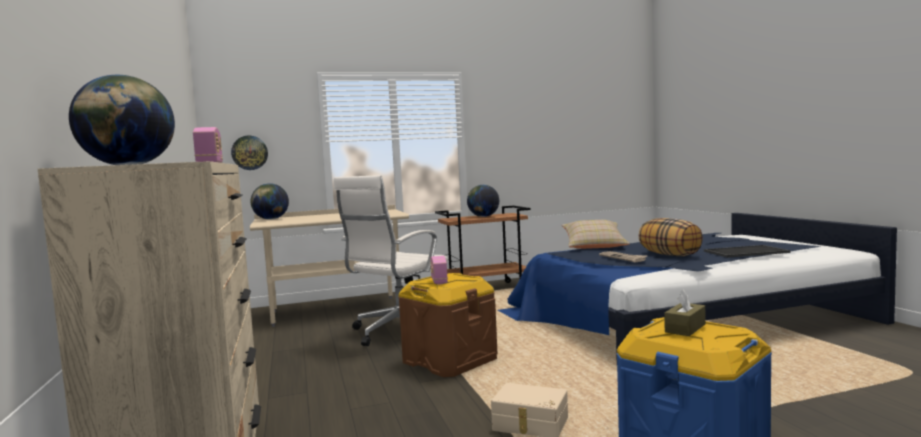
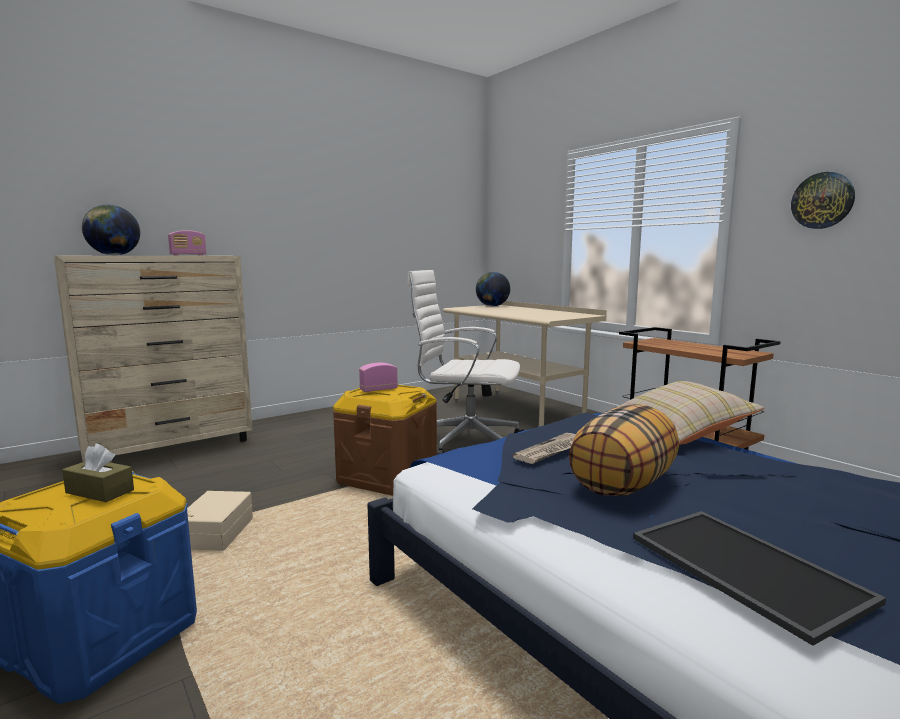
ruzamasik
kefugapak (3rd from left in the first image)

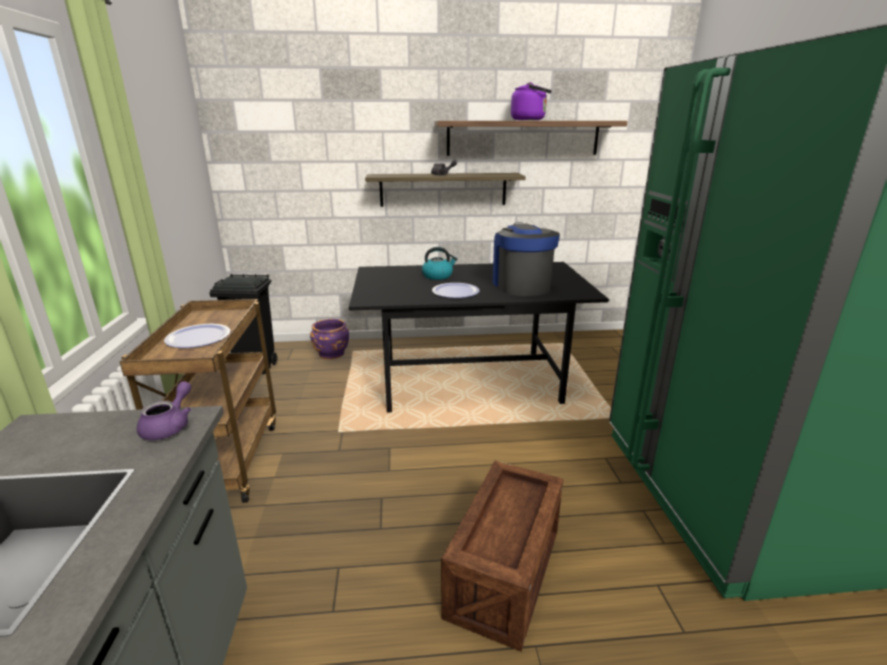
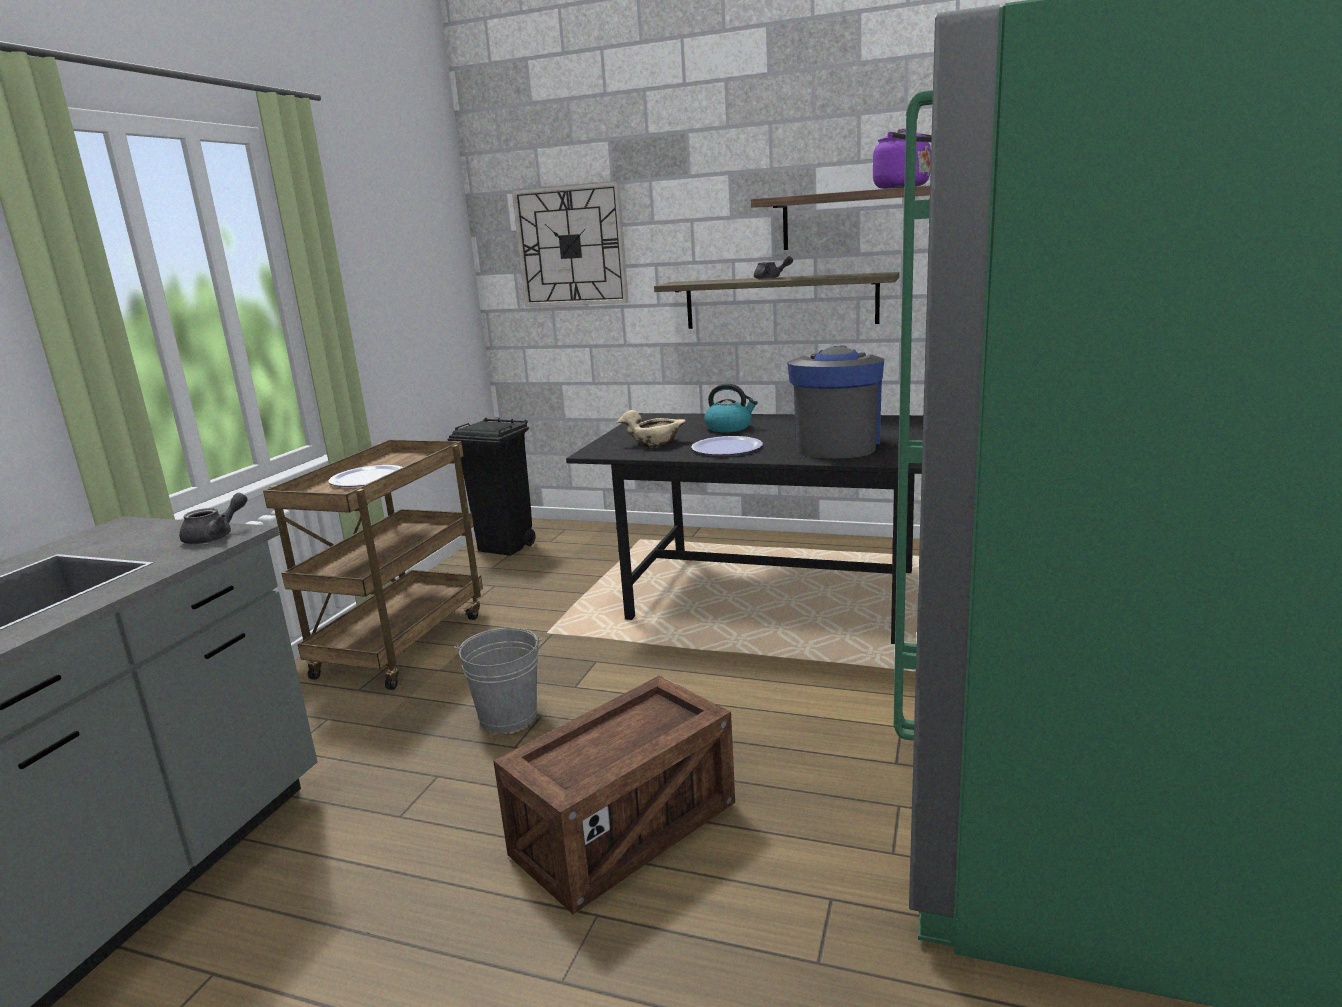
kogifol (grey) (1st from left)
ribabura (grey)
ruzamasik
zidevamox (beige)
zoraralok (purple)

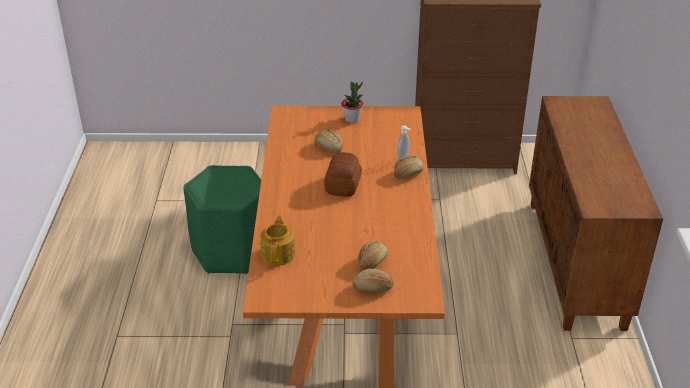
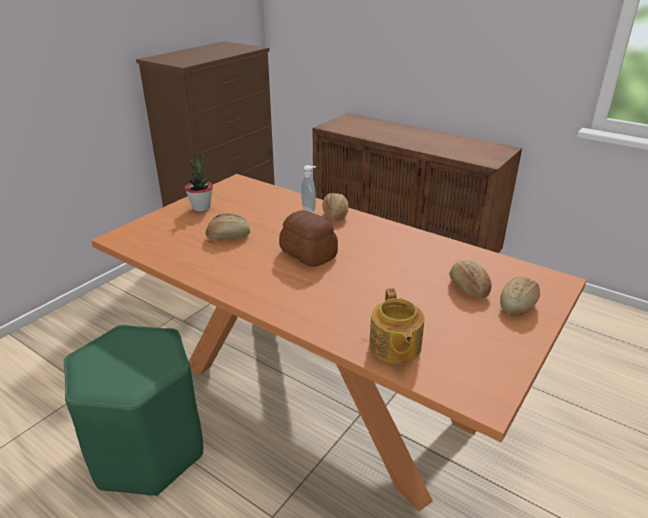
kogifol

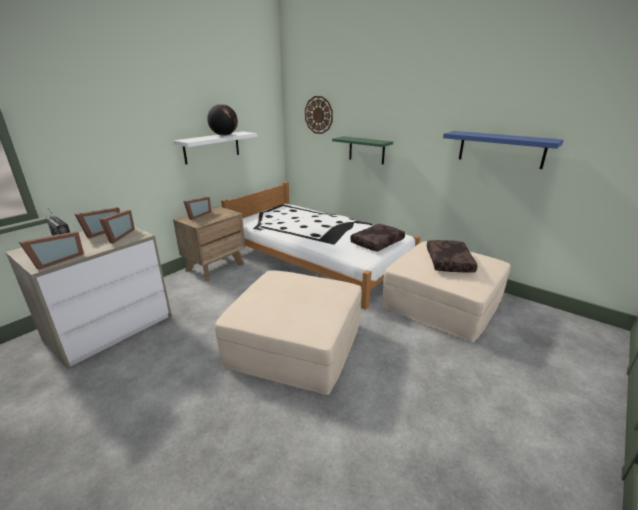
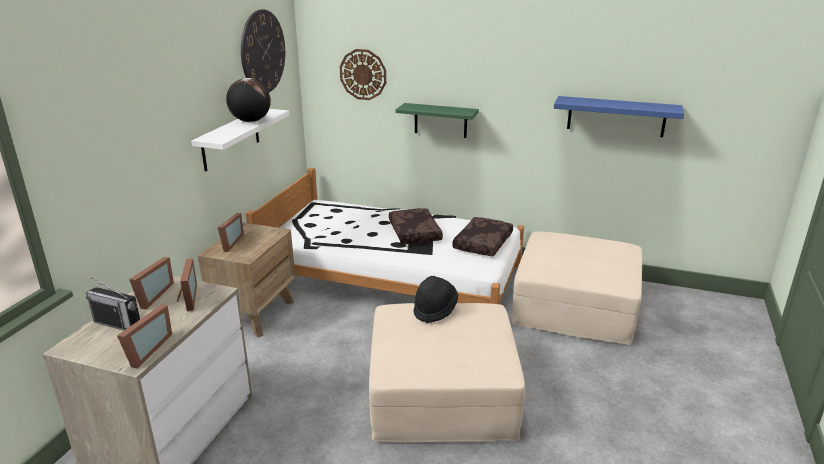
ruzamasik (1st from left)
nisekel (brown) (1st from left)
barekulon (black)

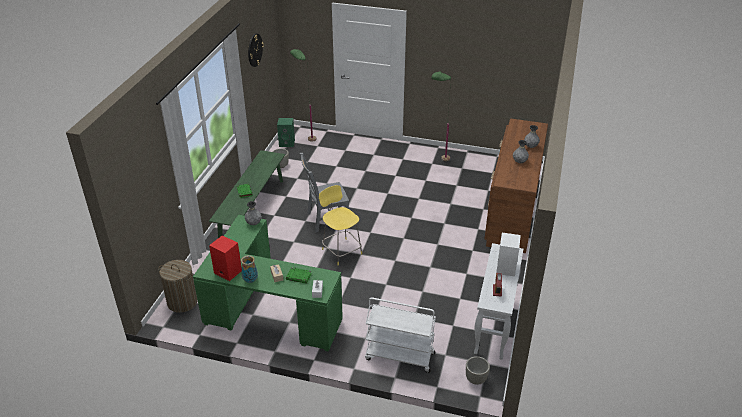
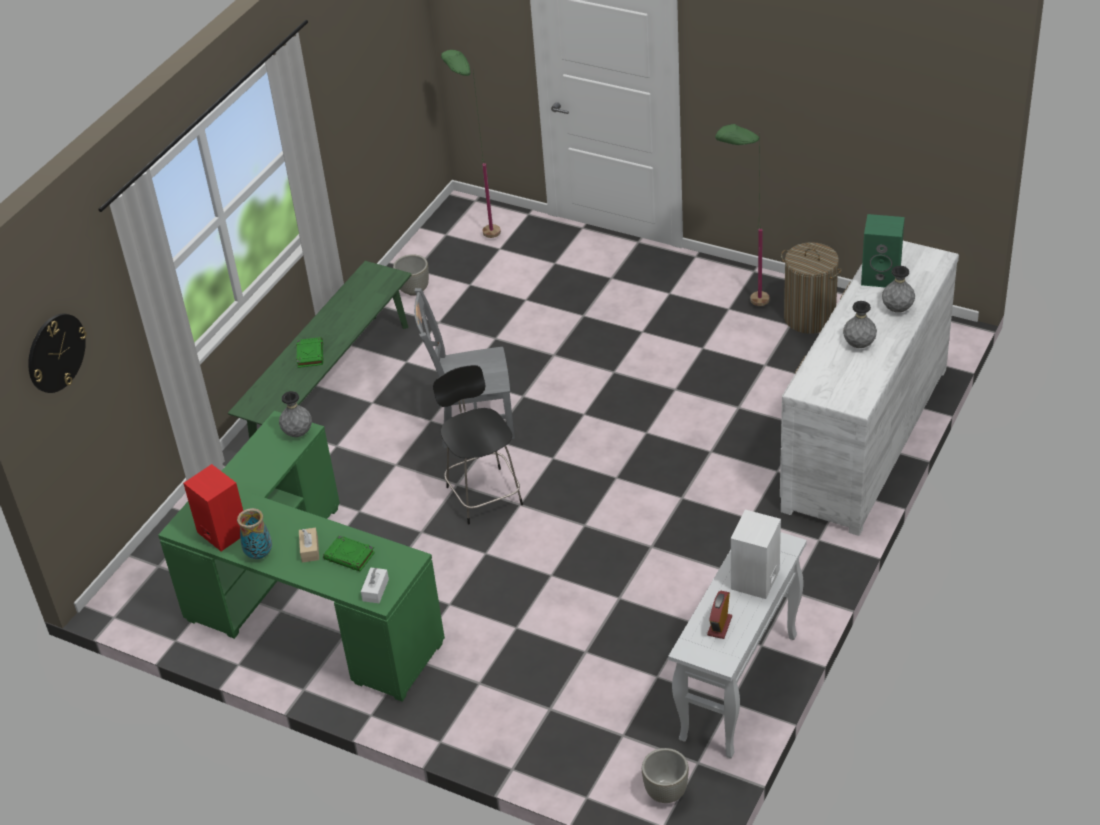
ruzamasik
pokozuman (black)
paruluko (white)
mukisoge
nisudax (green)
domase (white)

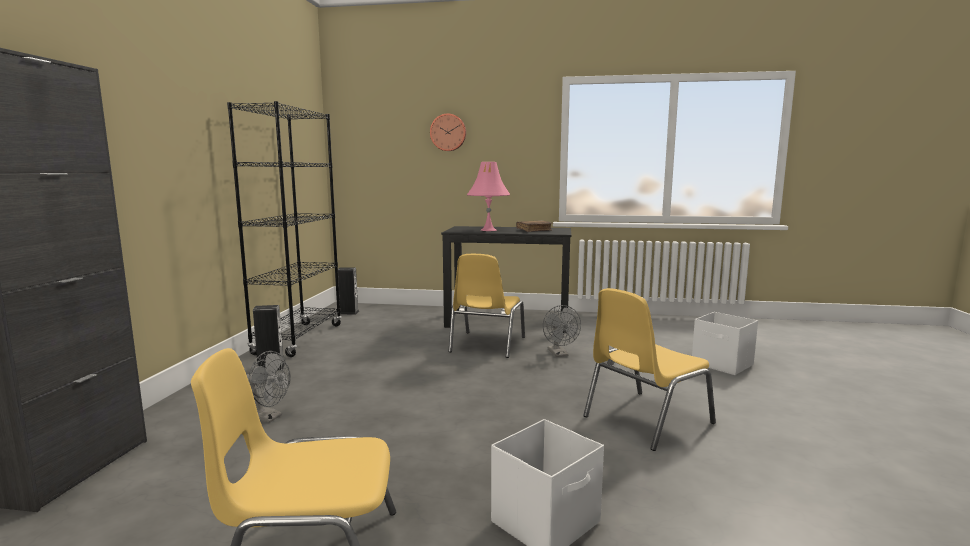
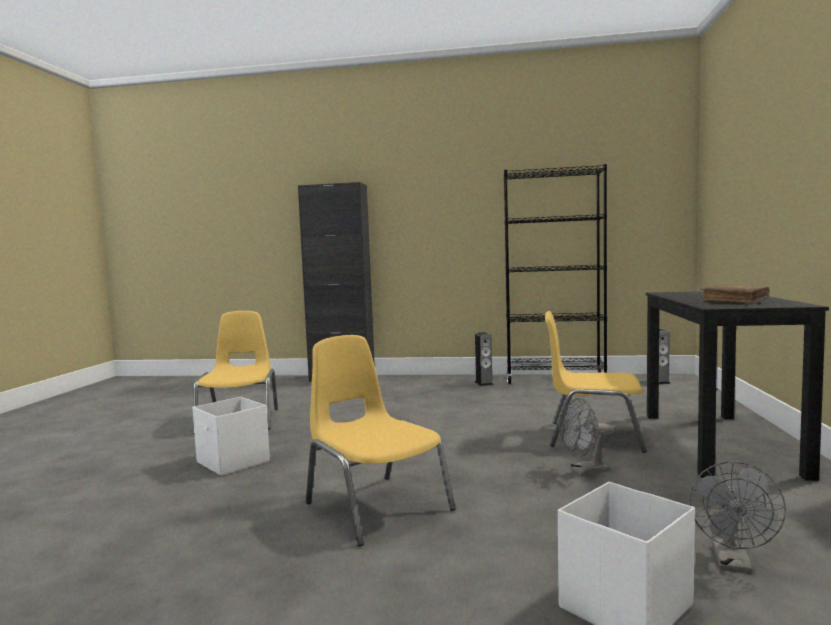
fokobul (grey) (2nd from left)
ruzamasik
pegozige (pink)

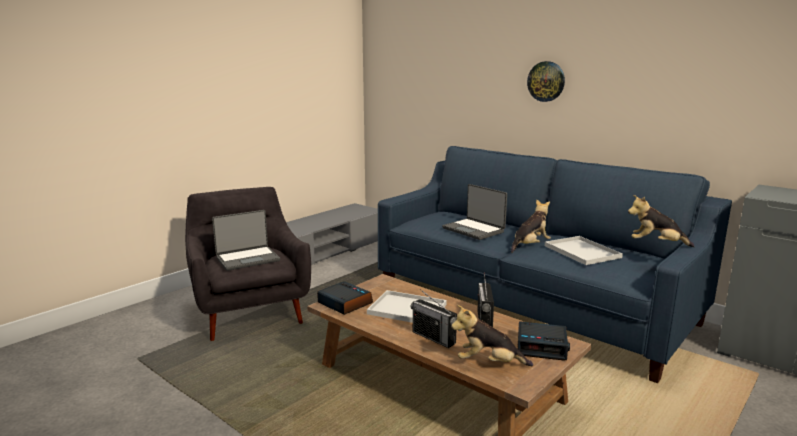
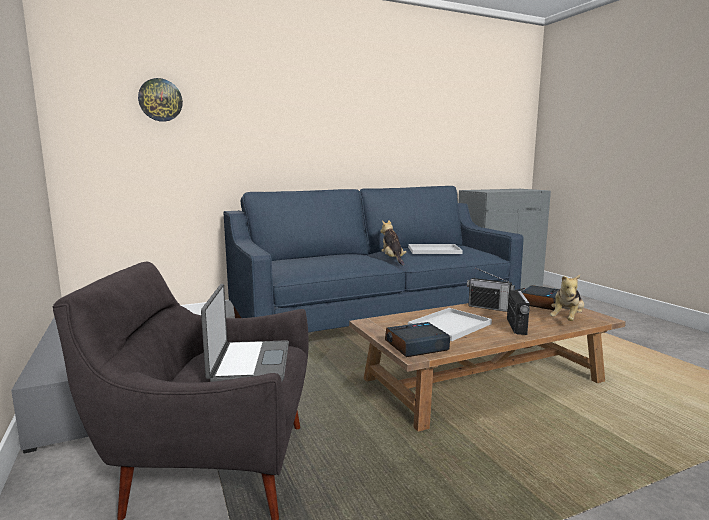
ruzamasik
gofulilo (2nd from left)
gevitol (2nd from left in the first image)
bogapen (3rd from left in the first image)

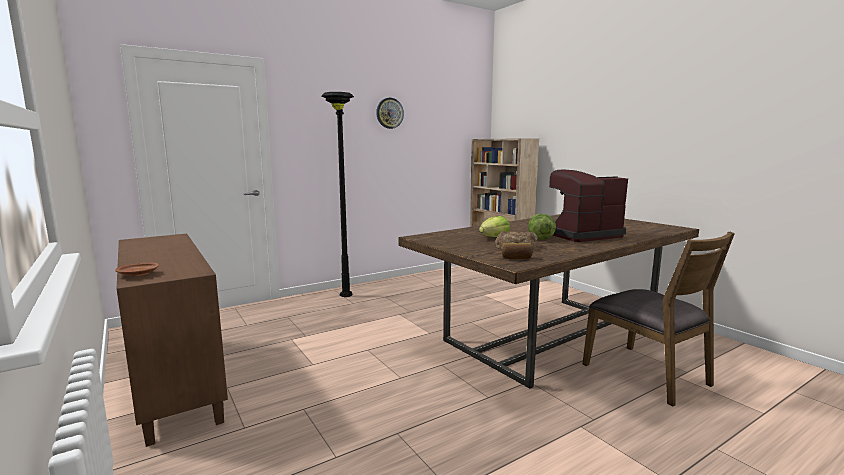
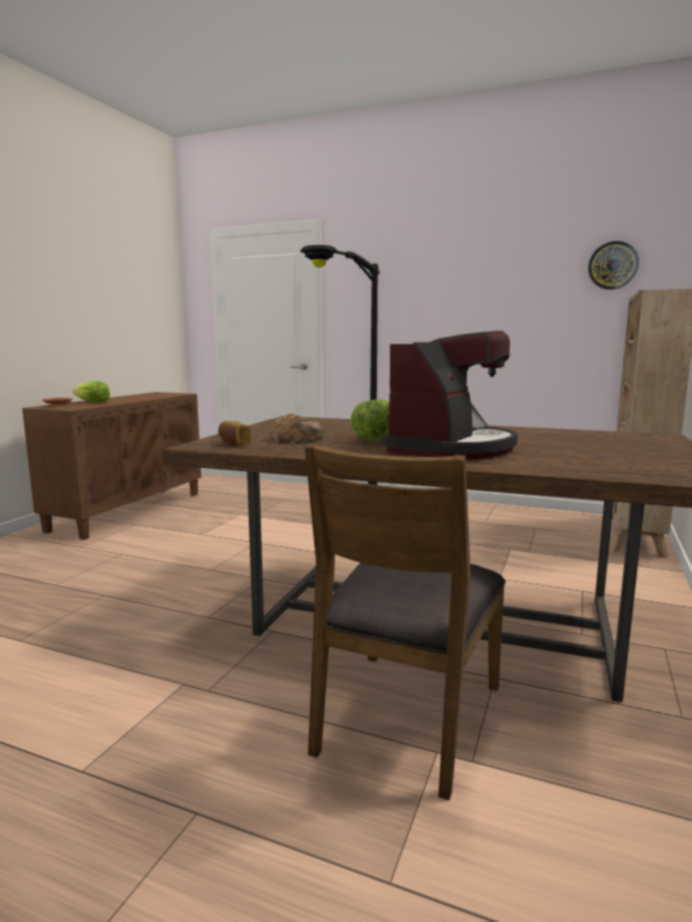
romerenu (1st from left)
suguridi
ruzamasik

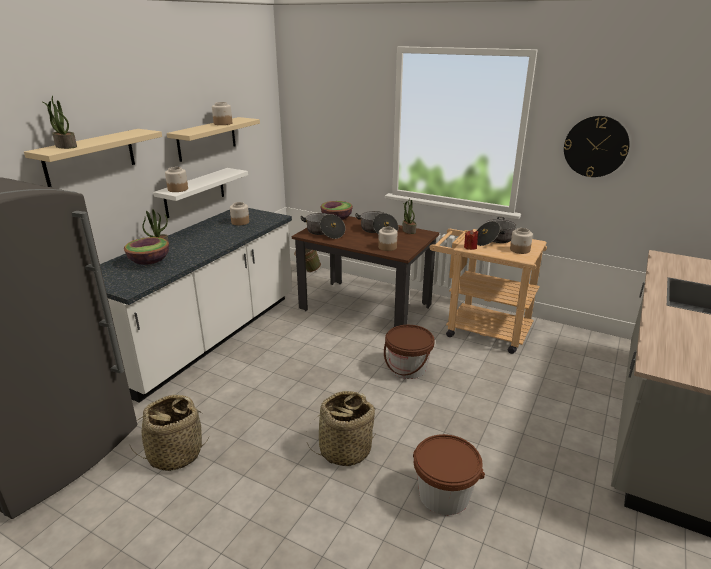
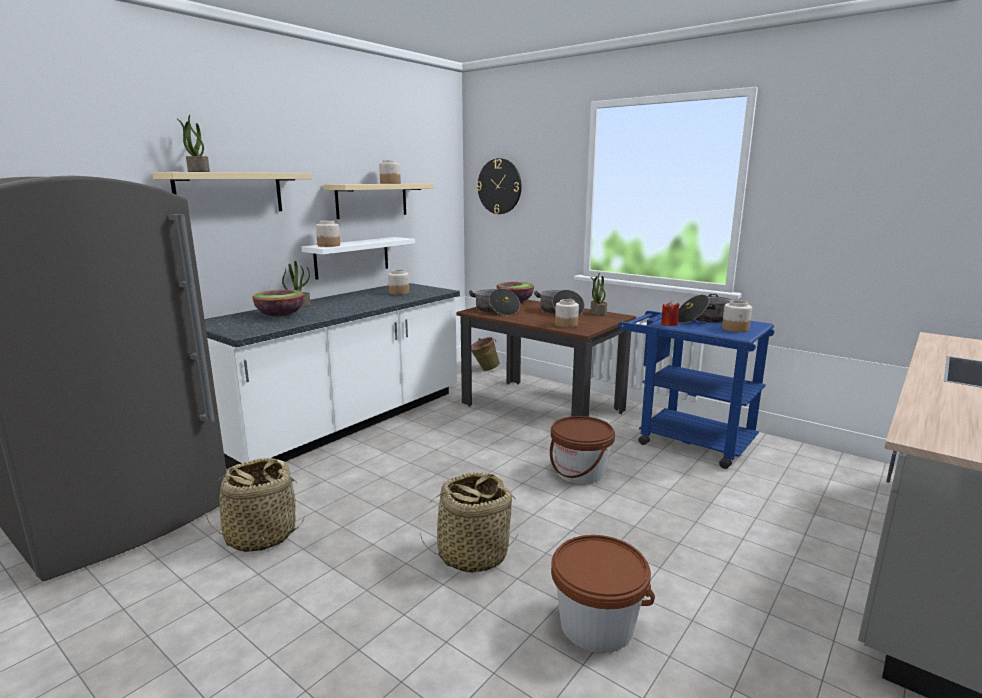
ruzamasik
domase (blue)

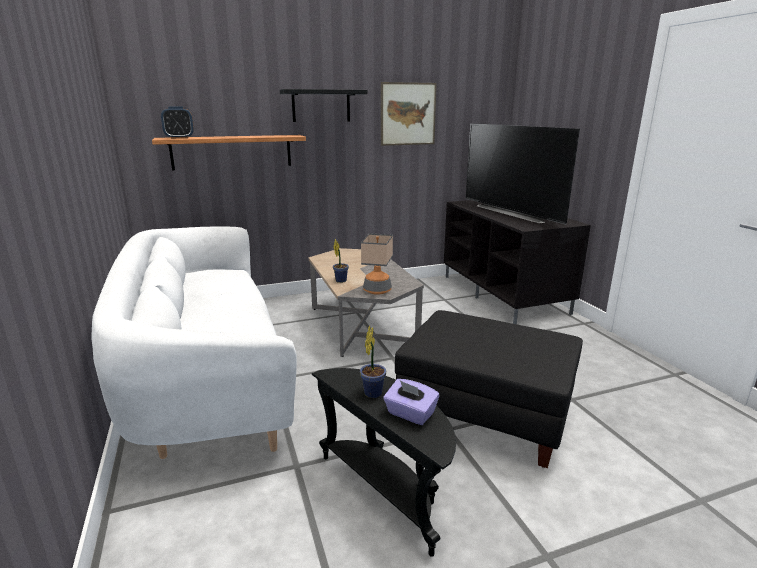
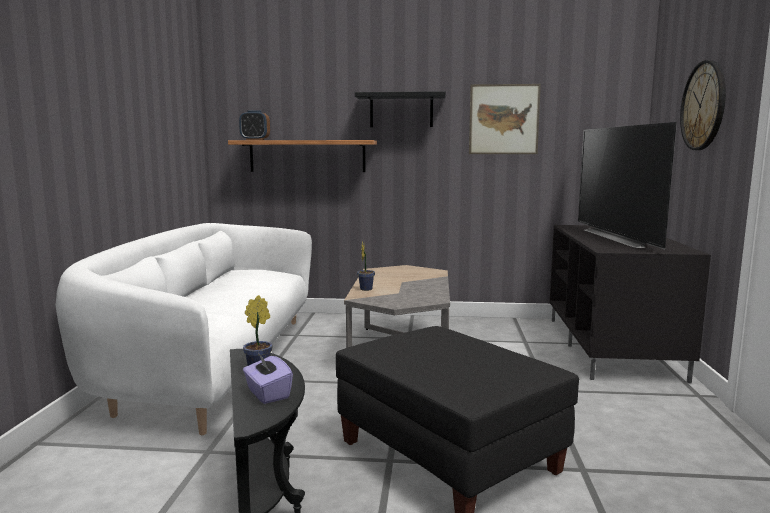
ruzamasik
pegozige

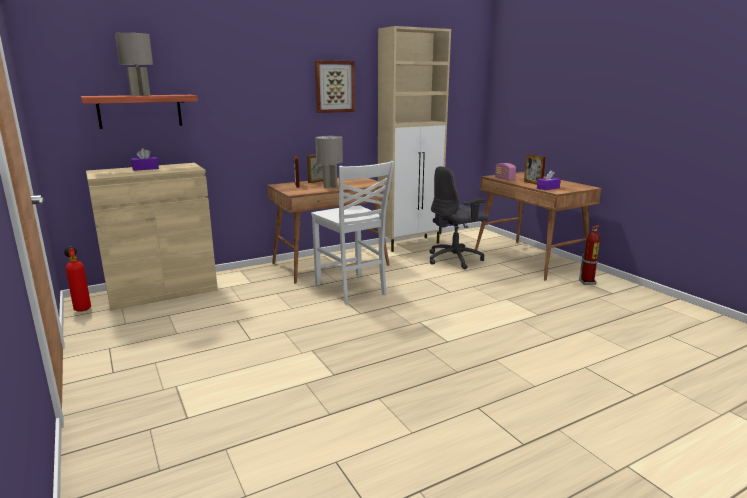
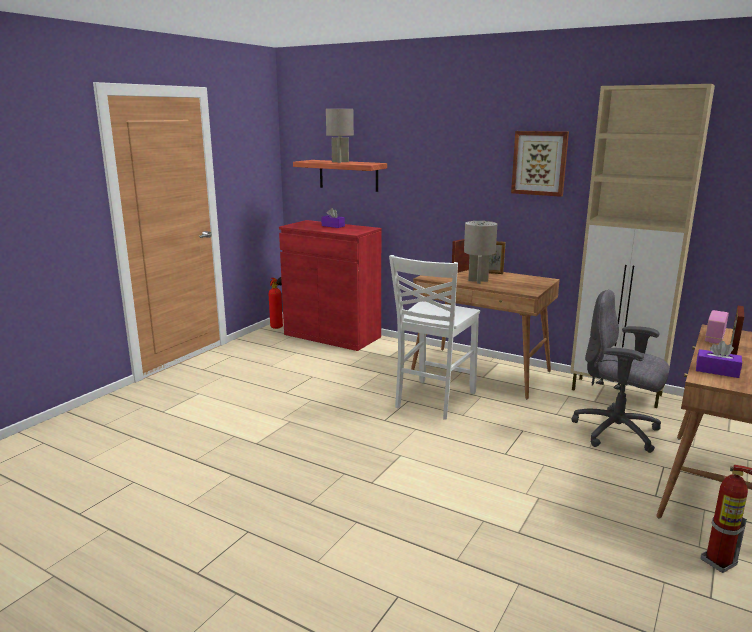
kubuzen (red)

